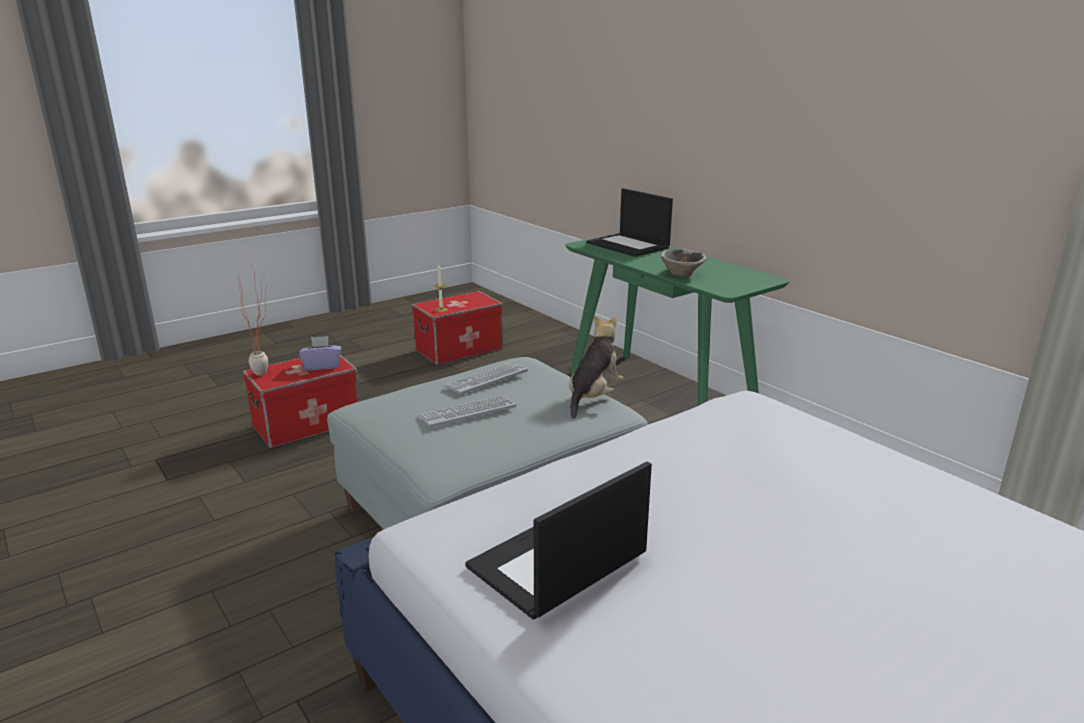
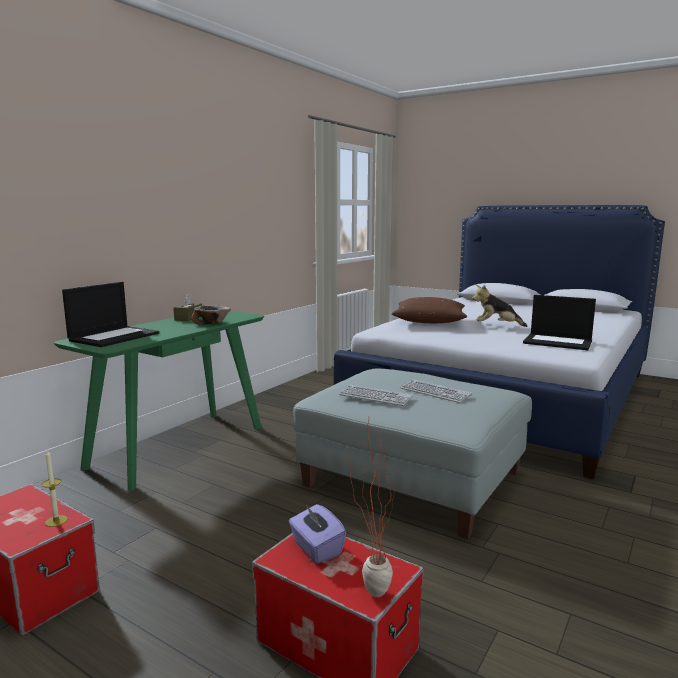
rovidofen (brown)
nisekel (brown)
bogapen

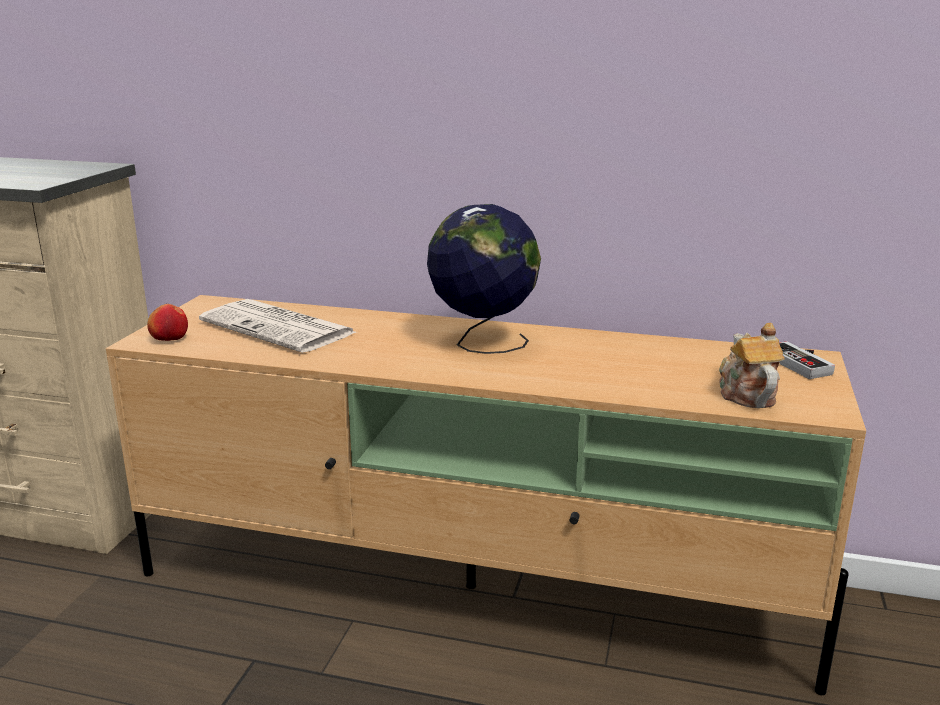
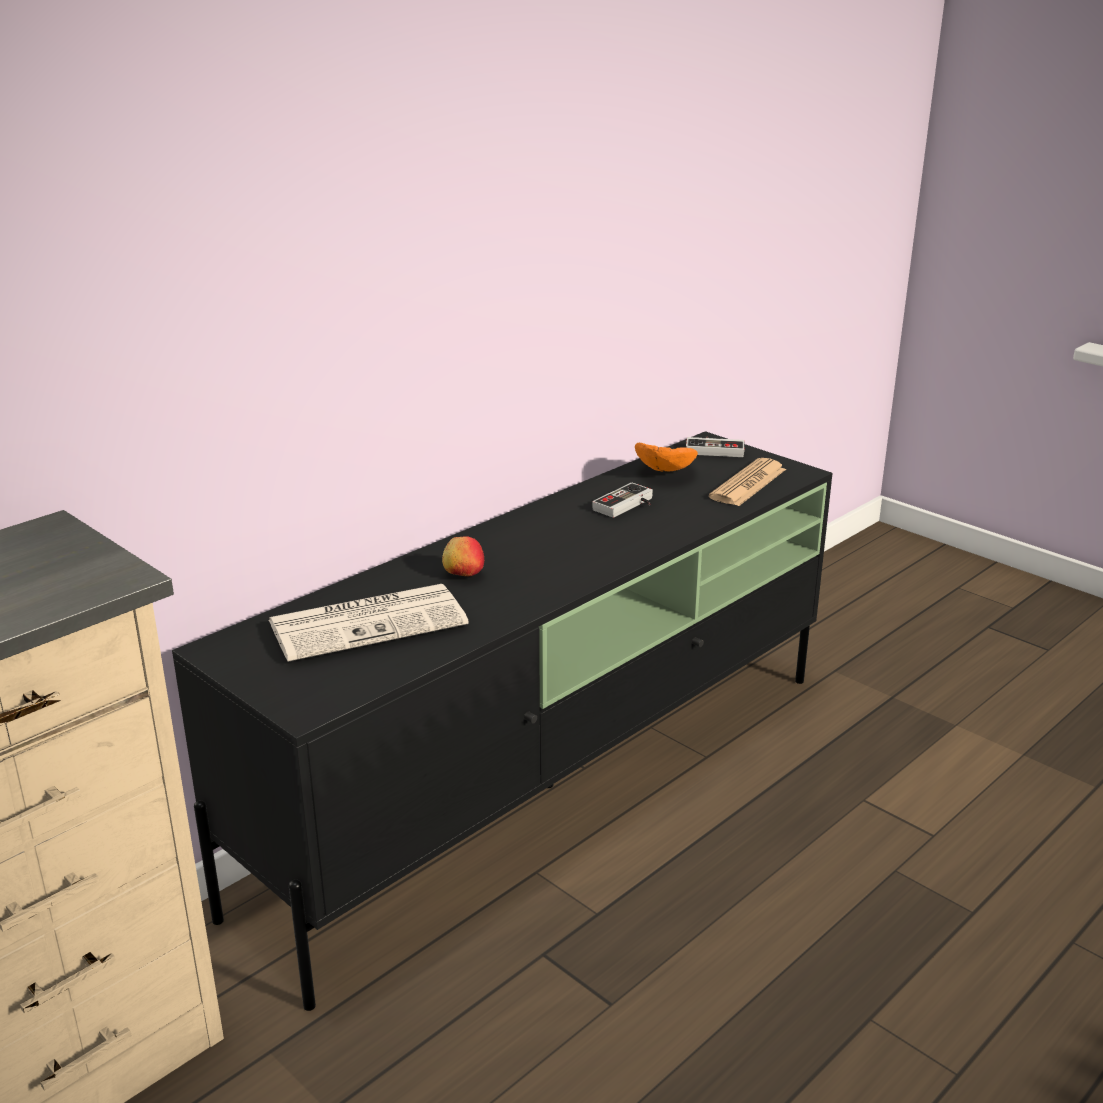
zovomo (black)
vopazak
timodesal (1st from left)
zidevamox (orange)
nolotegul (2nd from left)
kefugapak

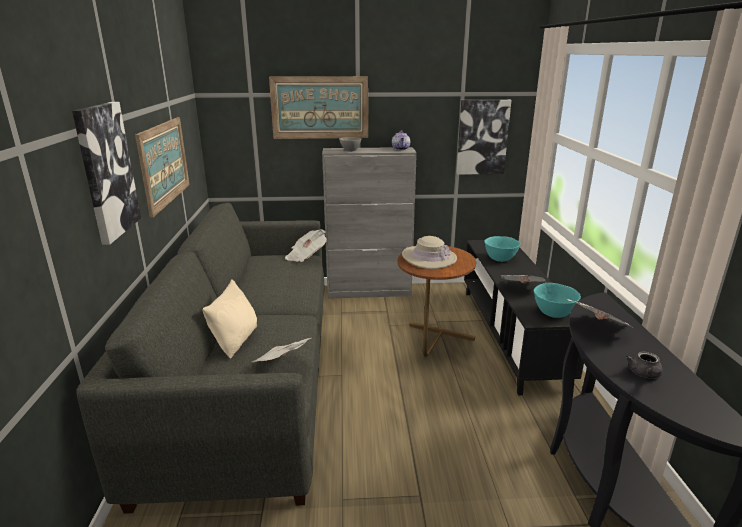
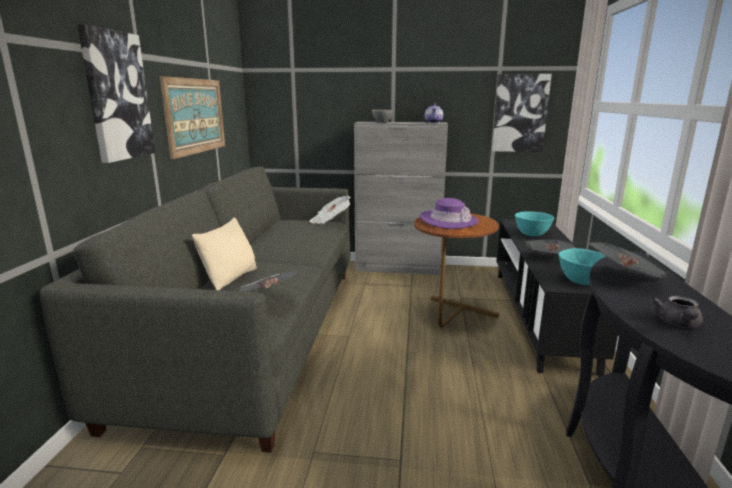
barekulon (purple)
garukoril (3rd from left in the first image)

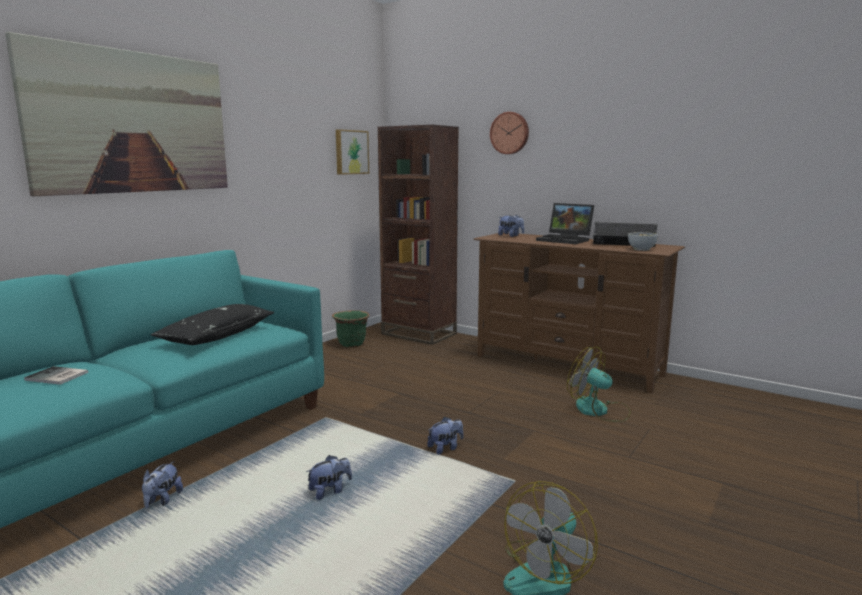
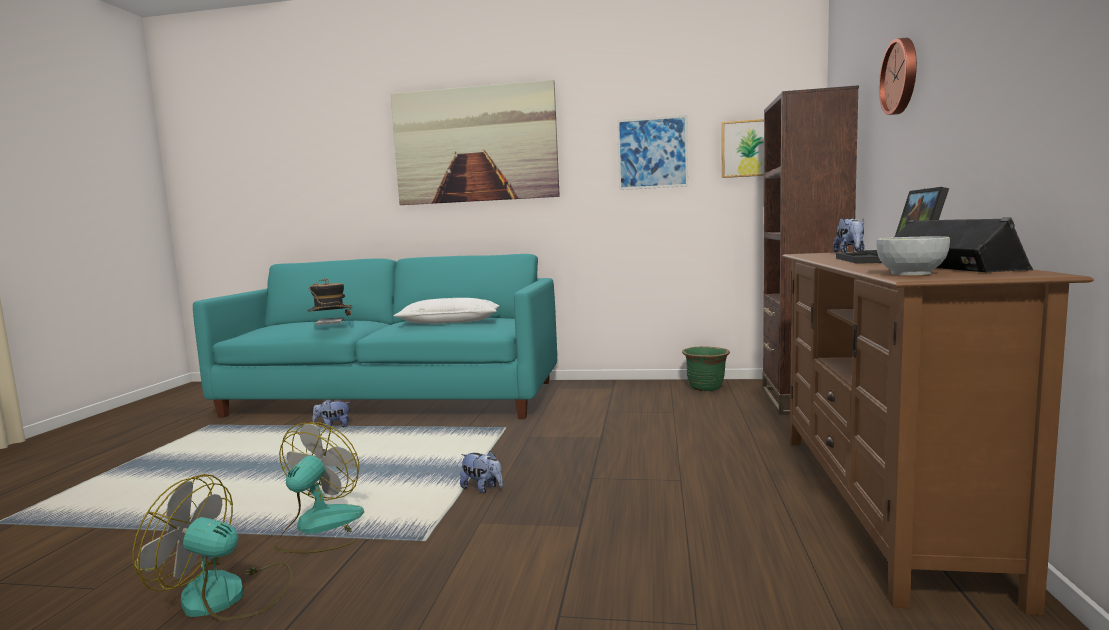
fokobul (2nd from left)
barekulon
nisekel (white)
garukoril (2nd from left)
bogapen (2nd from left in the first image)

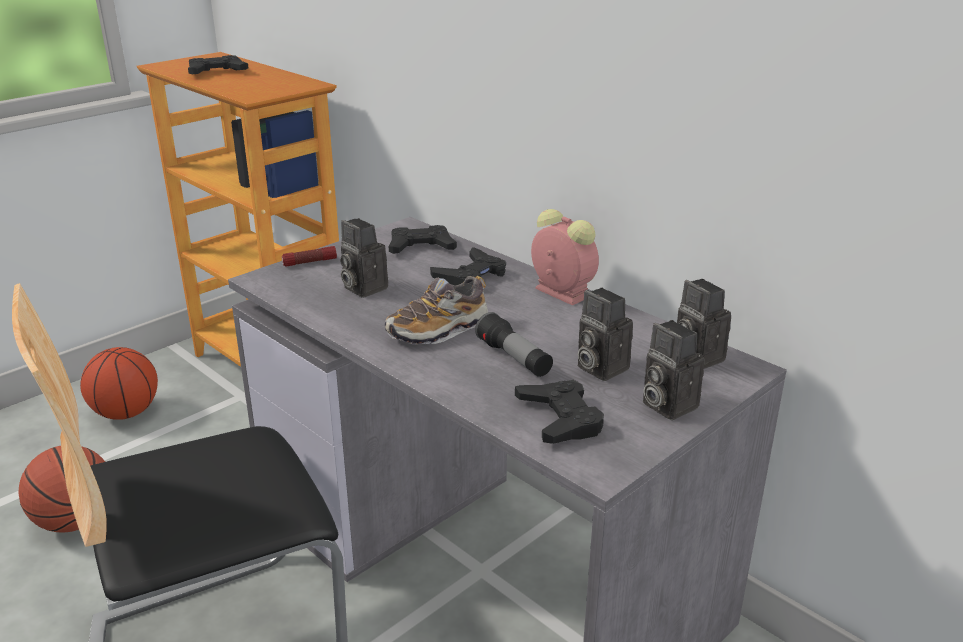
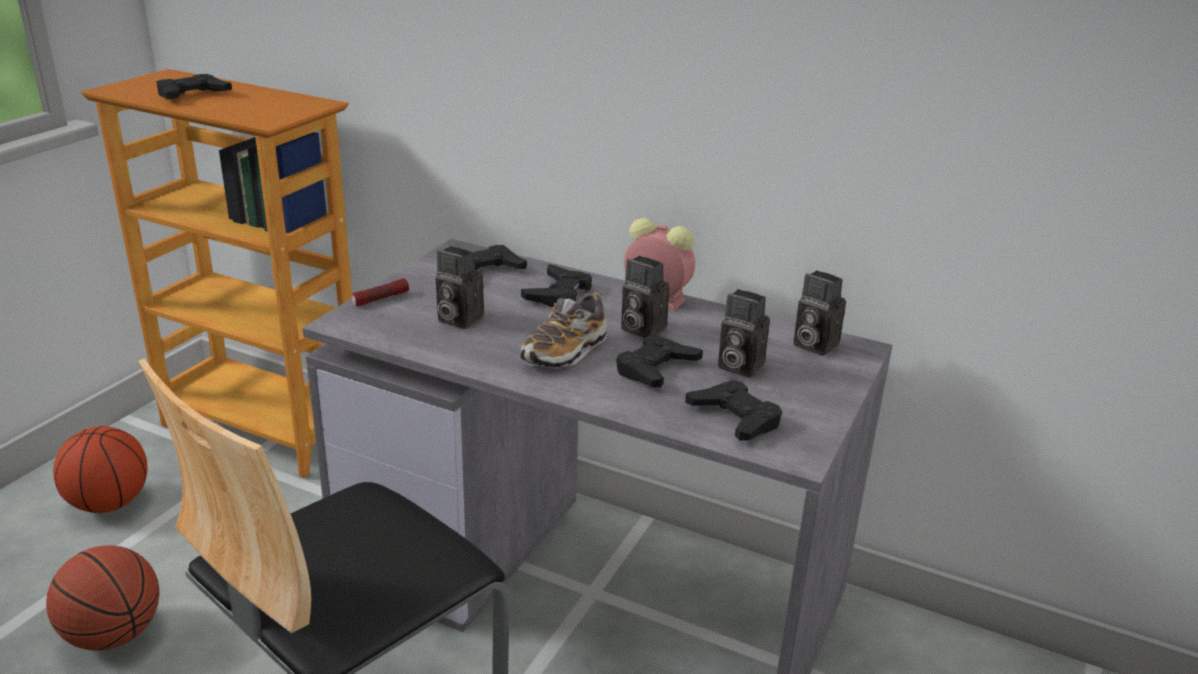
timodesal (black) (4th from left)
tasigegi (2nd from left)

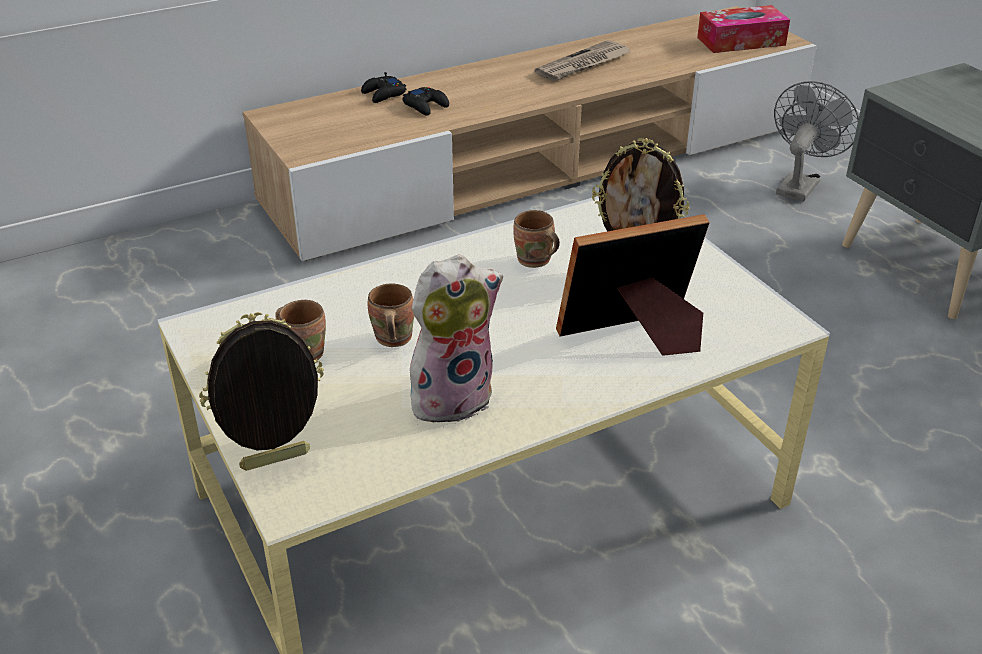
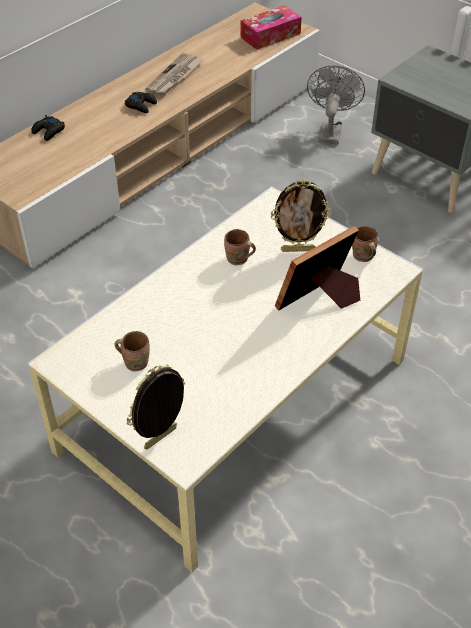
timodesal (black) (2nd from left)
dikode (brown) (3rd from left)
bogapen

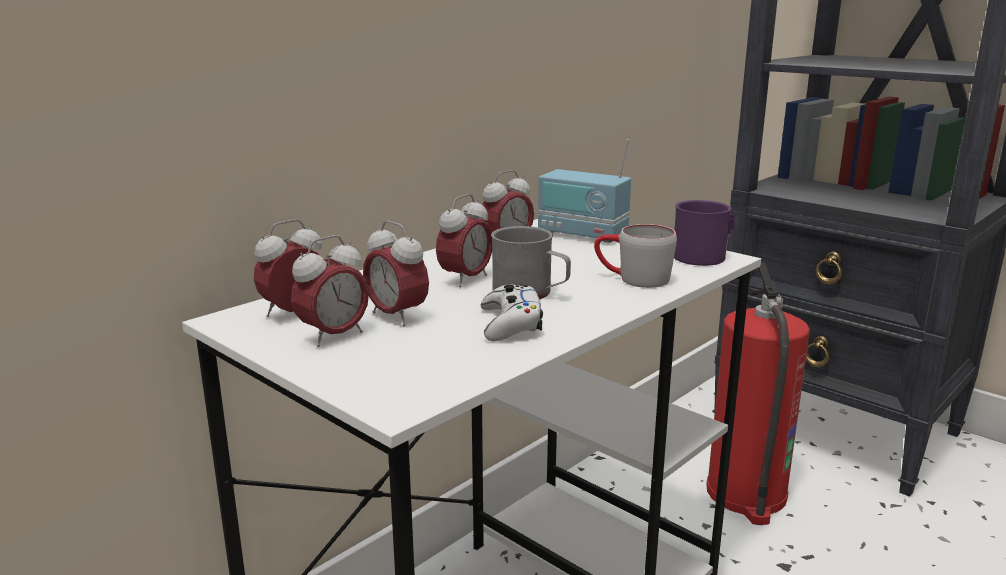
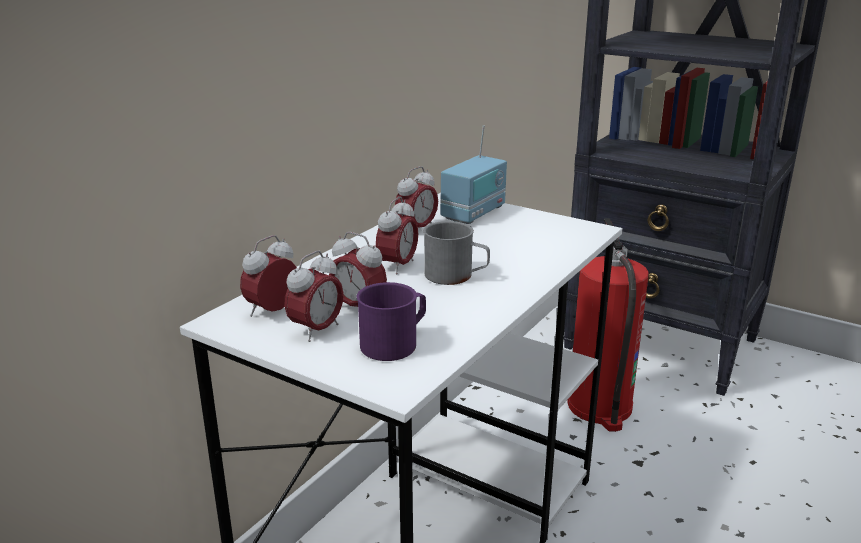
dikode (purple)
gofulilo
timodesal (white)
dikode (grey) (2nd from left in the first image)

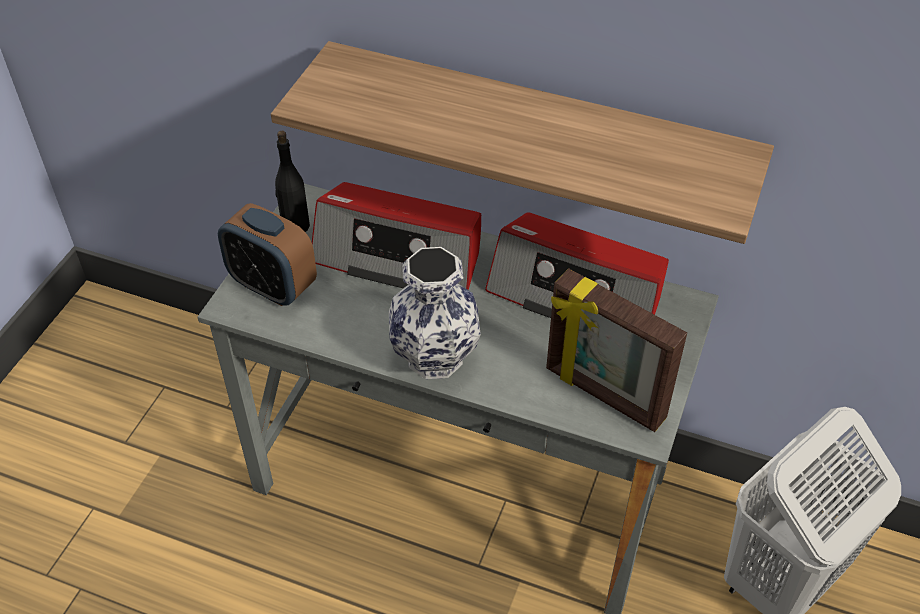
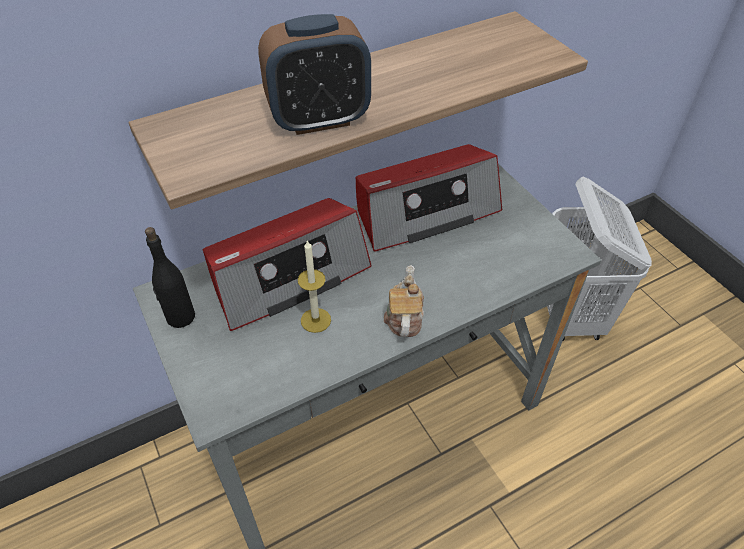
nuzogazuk
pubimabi
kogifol
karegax

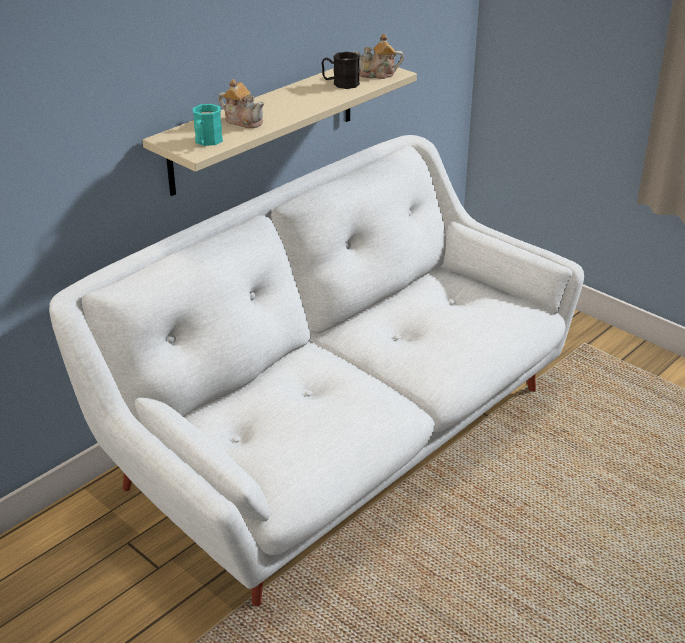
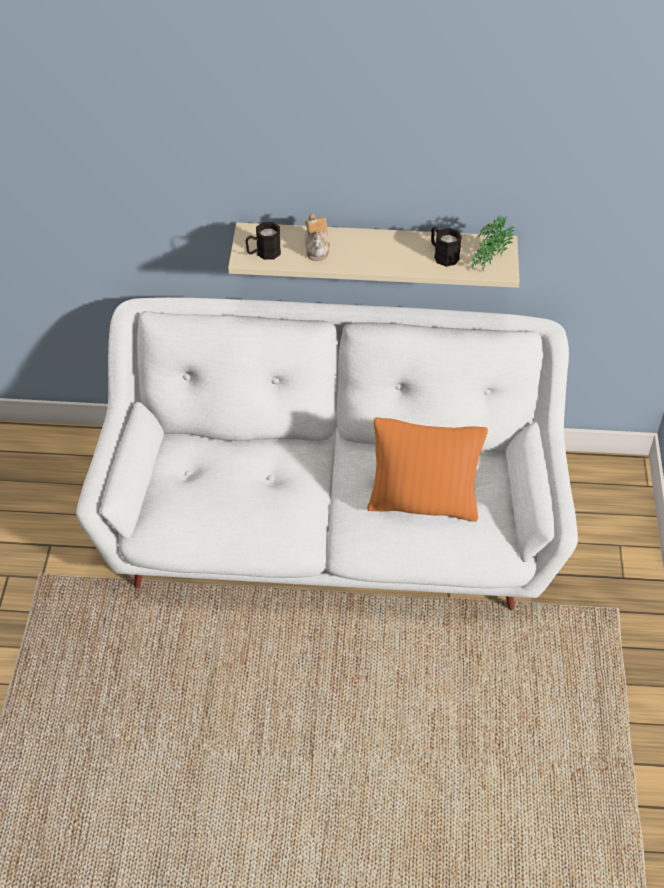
dikode (black) (1st from left)
nisekel (orange)
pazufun

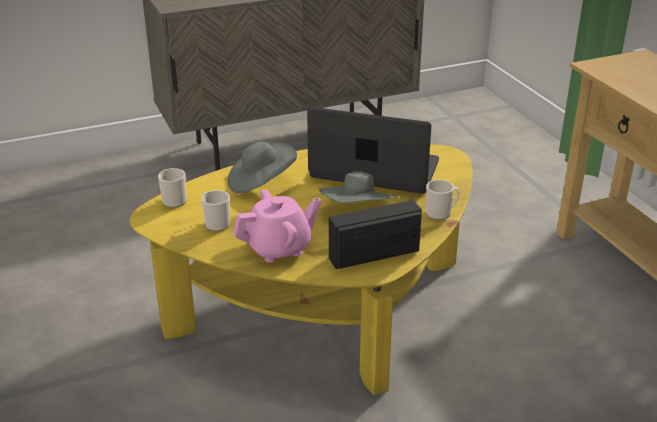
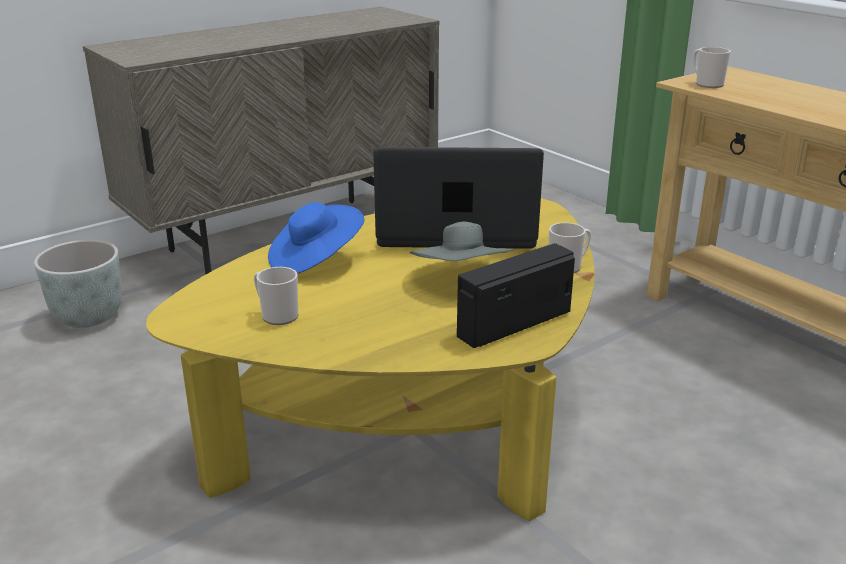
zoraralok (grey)
barekulon (blue)
dikode (3rd from left)
kogifol (pink)

